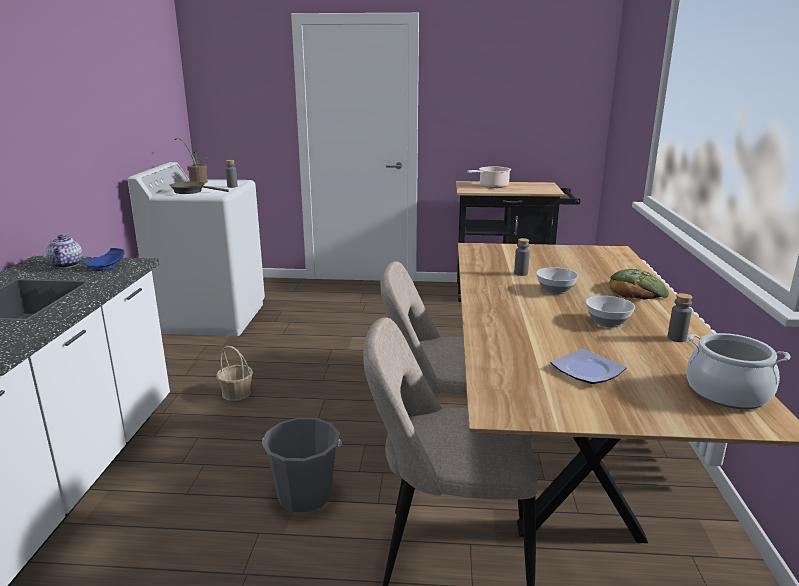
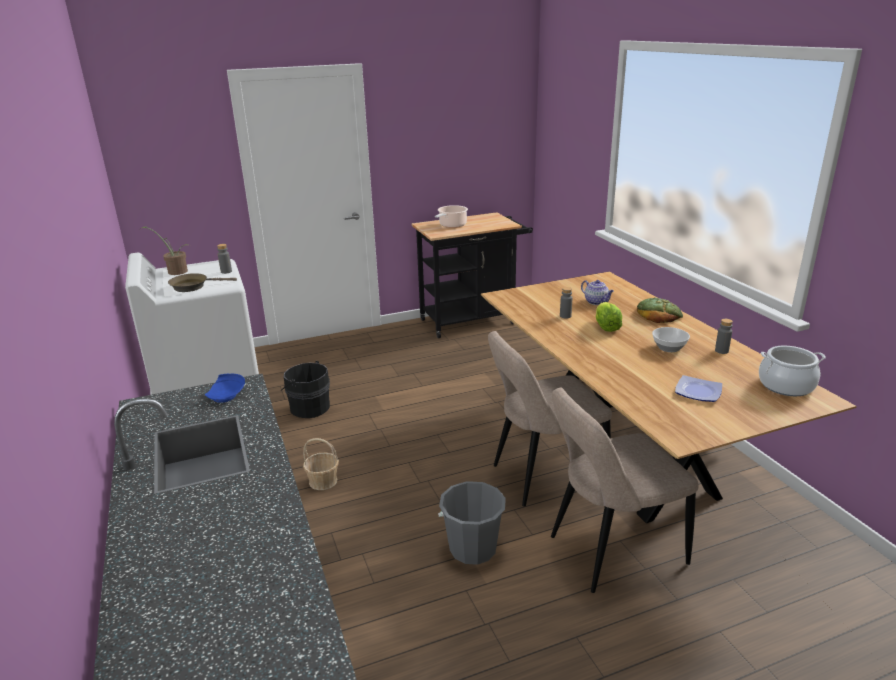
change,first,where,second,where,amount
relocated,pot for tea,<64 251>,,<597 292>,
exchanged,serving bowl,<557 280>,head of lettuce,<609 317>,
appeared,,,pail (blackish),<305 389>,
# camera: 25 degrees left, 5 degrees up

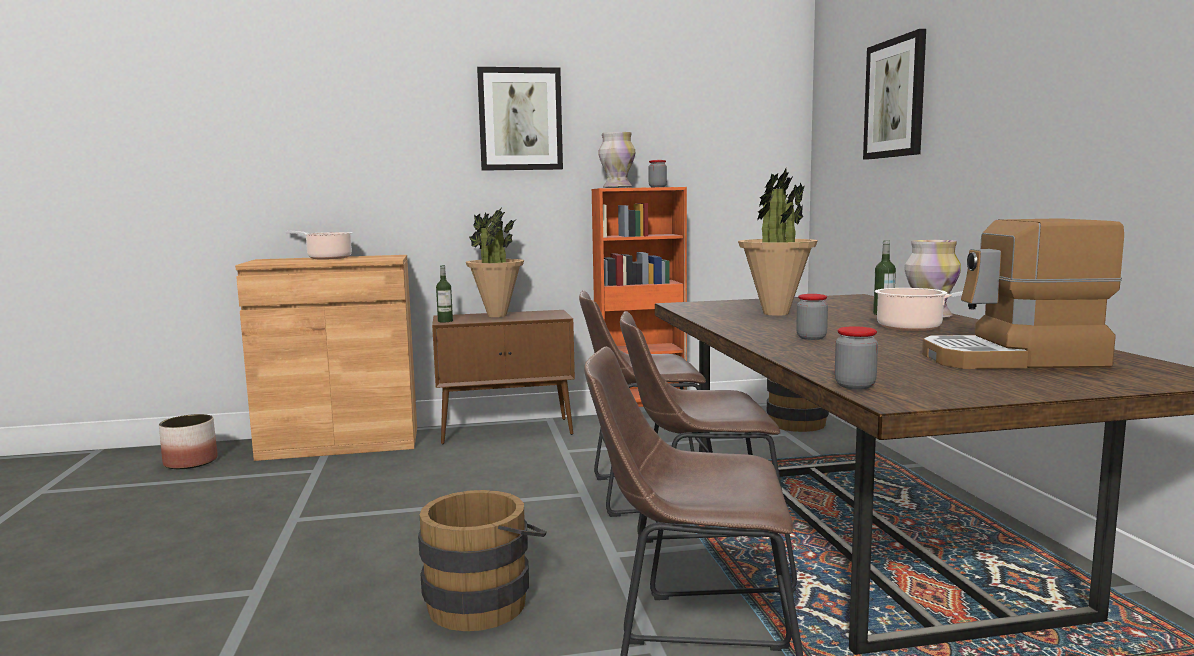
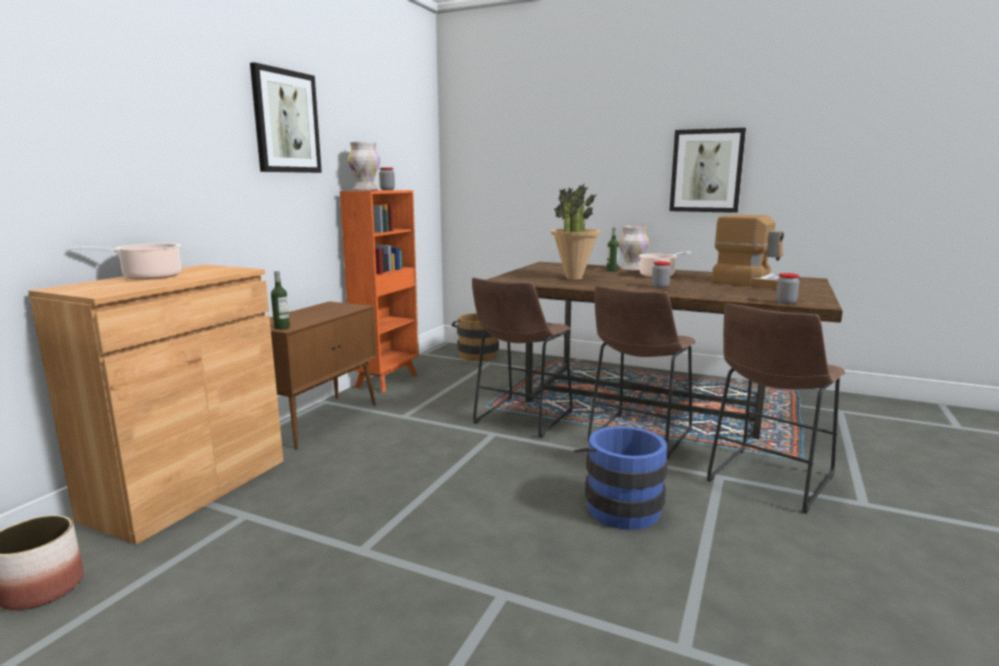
change,first,where,second,where,amount
colour,pail (brown),<482 560>,pail (blue-coloured),<621 478>,
missing,houseplant,<495 261>,,,
relocated,wall picture,<894 94>,,<707 170>,
spun,coffee brewer,<1023 293>,,<748 251>,90 degrees counterclockwise
# camera: 55 degrees left, 5 degrees up

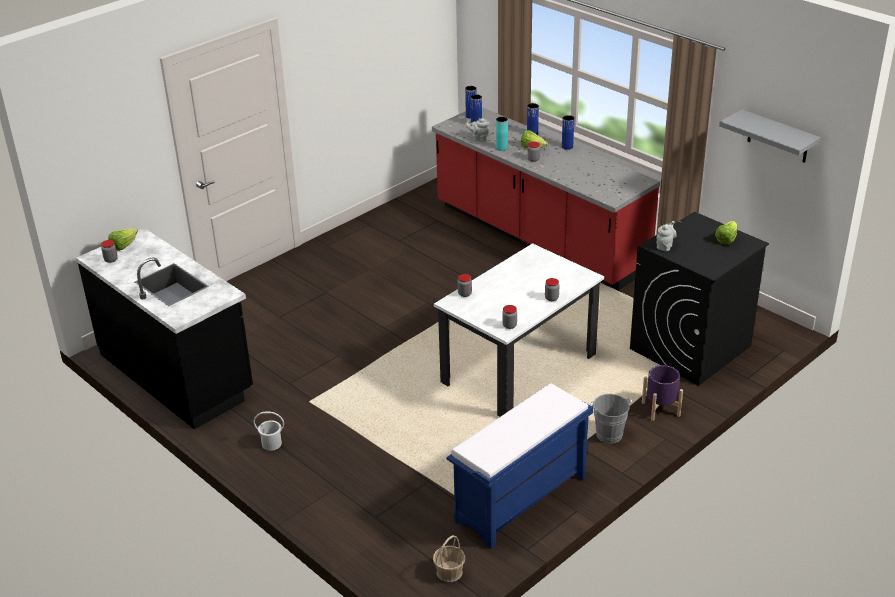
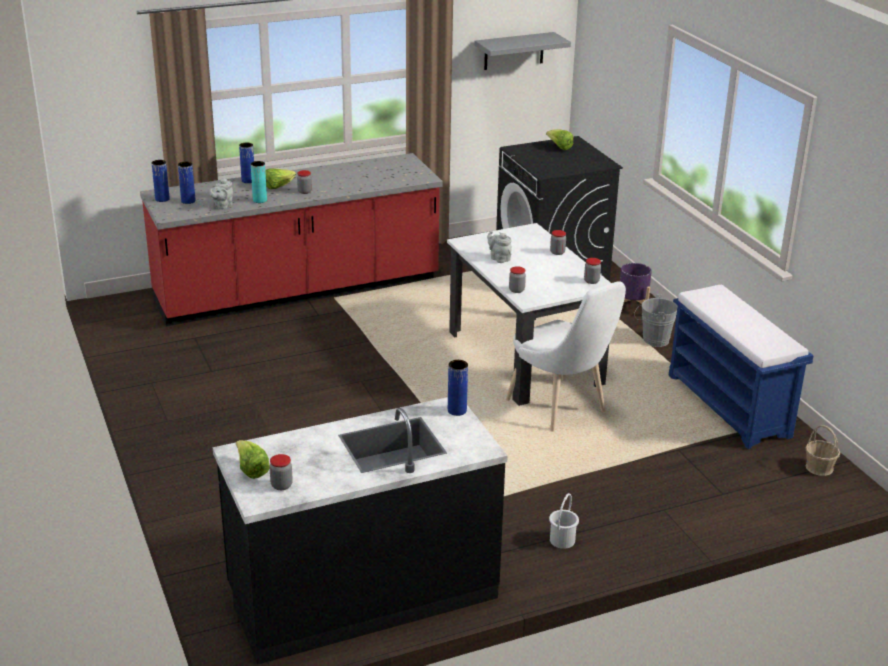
change,first,where,second,where,amount
relocated,flower vase (blue-coloured),<568 132>,,<458 388>,
relocated,pot for tea (grey),<667 236>,,<499 247>,
appeared,,,plain chair (whitish),<566 356>,
# camera: 70 degrees left, 5 degrees down

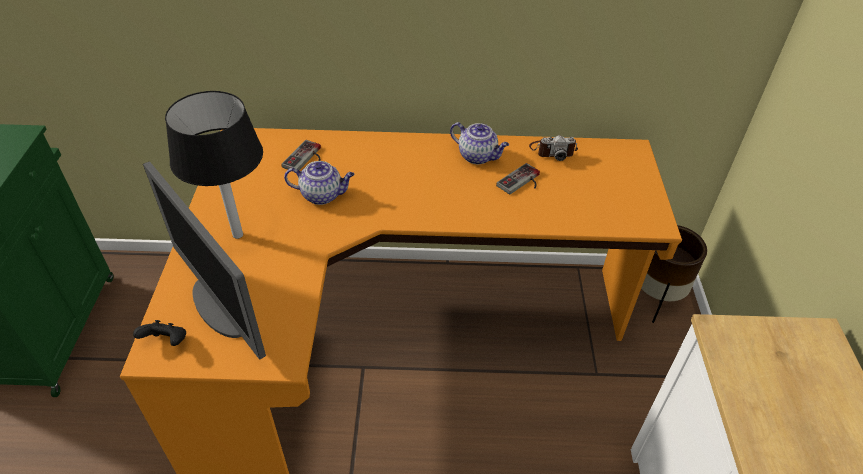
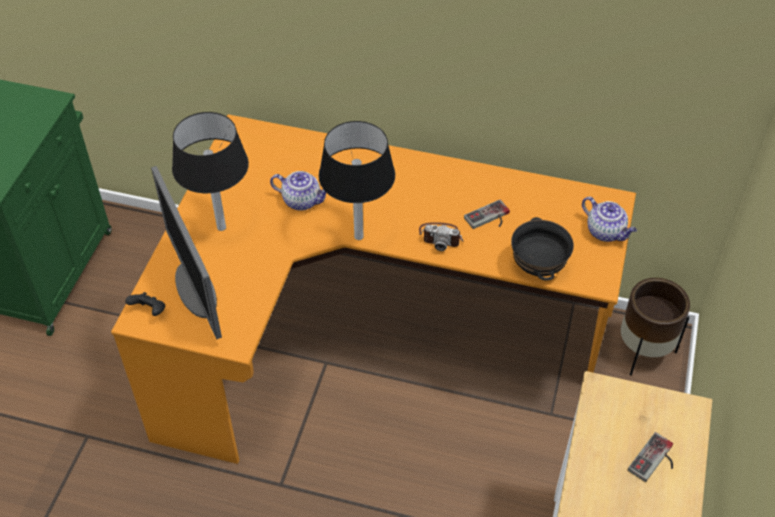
change,first,where,second,where,amount
relocated,gamepad,<301 155>,,<650 457>,
relocated,pot for tea,<479 143>,,<609 219>,
relocated,photo camera,<553 148>,,<441 236>,
appeared,,,tabletop lamp (blackish),<357 180>,
appeared,,,serving bowl (blackish),<542 249>,
# camera: 15 degrees right, 5 degrees up

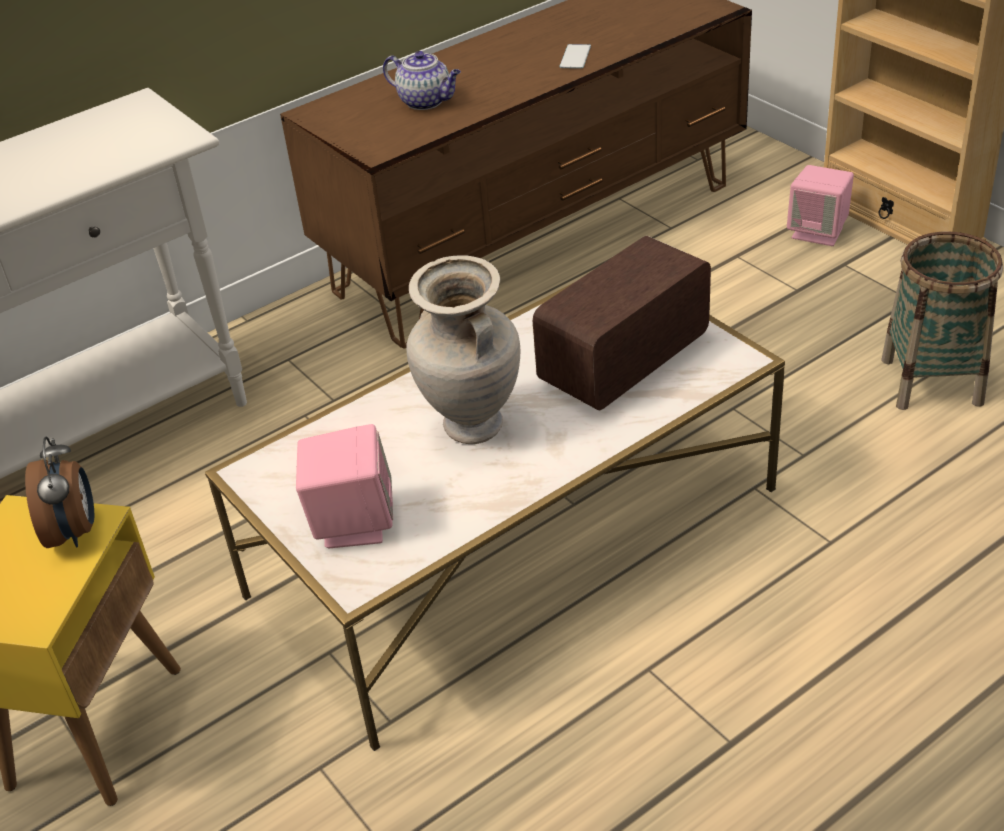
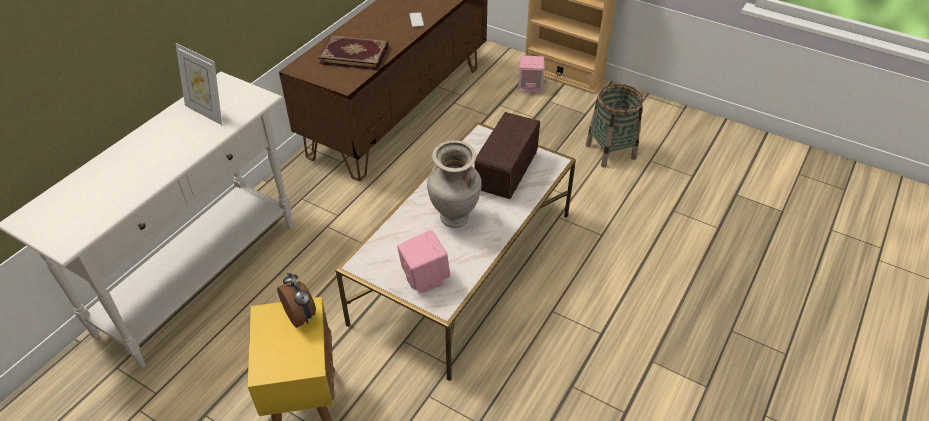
change,first,where,second,where,amount
exchanged,pot for tea,<422 80>,bound book,<353 52>,
appeared,,,picture frame,<198 84>,
# camera: 25 degrees left, 5 degrees up

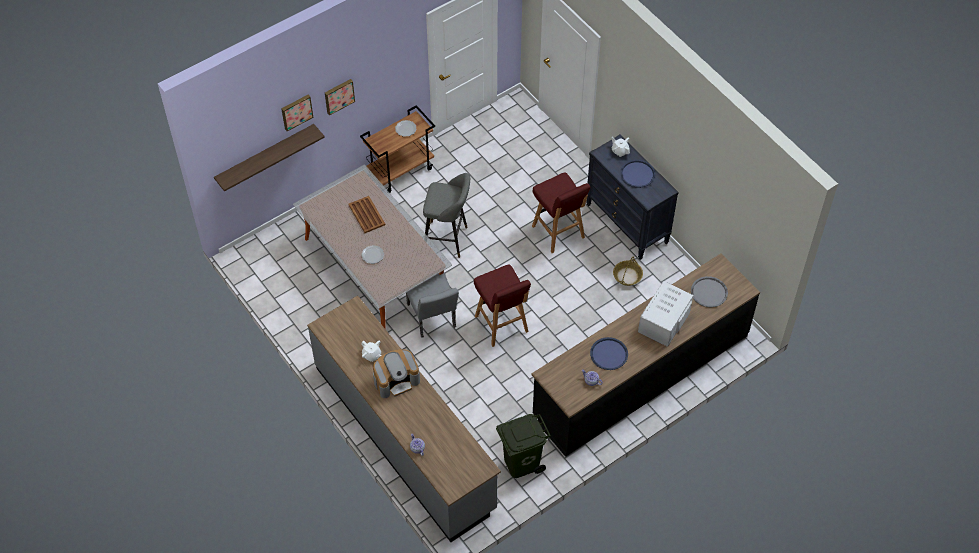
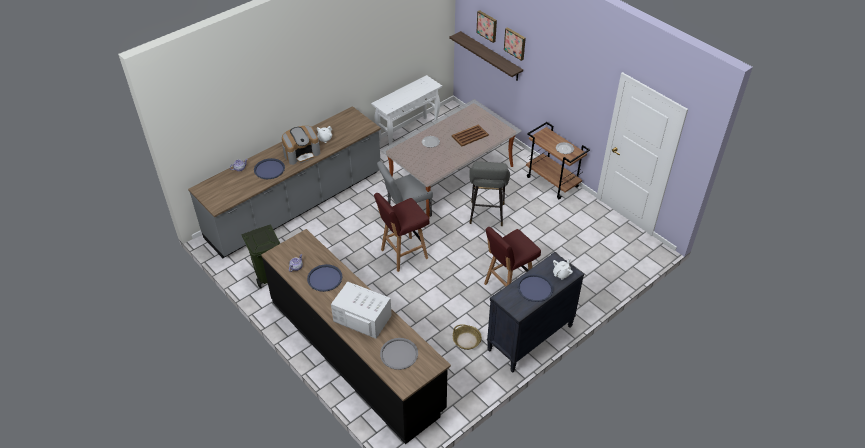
change,first,where,second,where,amount
relocated,wall picture,<340 97>,,<486 26>,
spun,coffee brewer,<396 373>,,<301 145>,90 degrees counterclockwise
appeared,,,tray (blue-coloured),<269 168>,
appeared,,,console table (whitish),<406 110>,
# camera: 85 degrees right, 10 degrees down

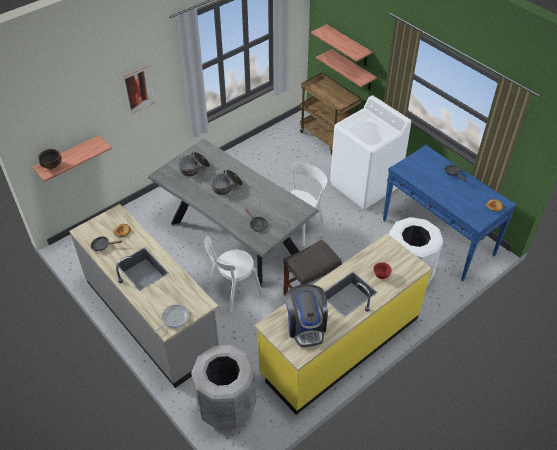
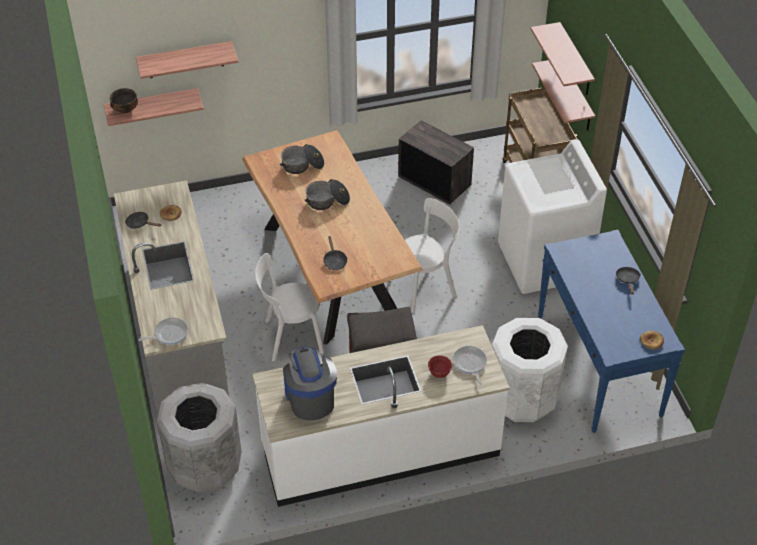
change,first,where,second,where,amount
missing,wall picture,<139 89>,,,
colour,dining table (grey),<233 212>,dining table (brown),<332 237>,
colour,counter (yellow-coloured),<343 324>,counter (whitish),<381 416>,
spun,coffee brewer,<306 315>,,<310 383>,150 degrees clockwise
appeared,,,wall shelf,<187 60>,
appeared,,,packing crate,<436 162>,
appeared,,,pan,<470 365>,
# camera: 25 degrees right, 0 degrees up

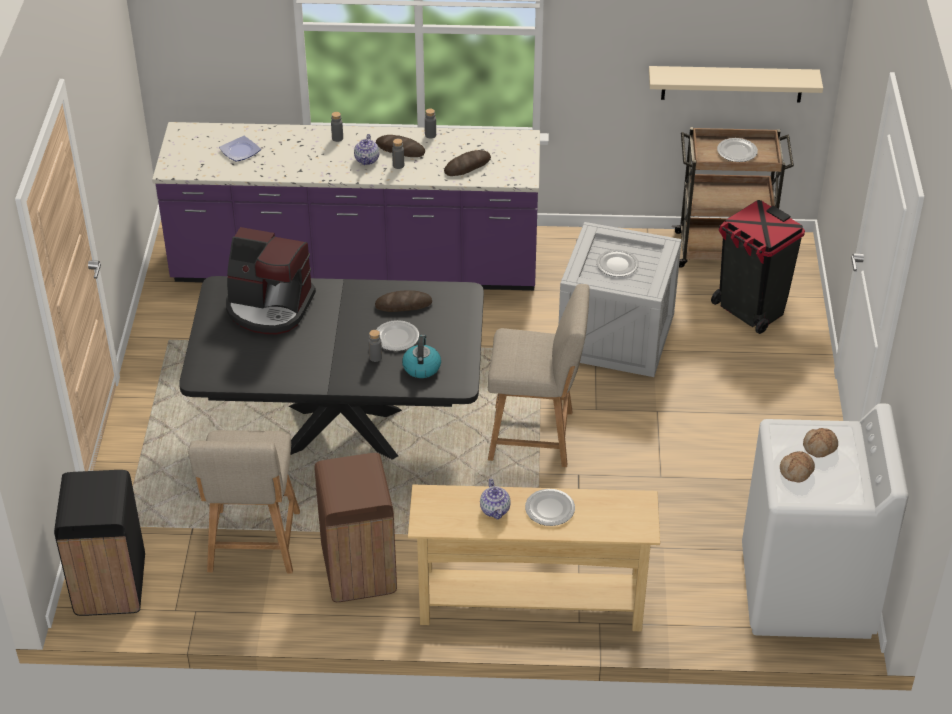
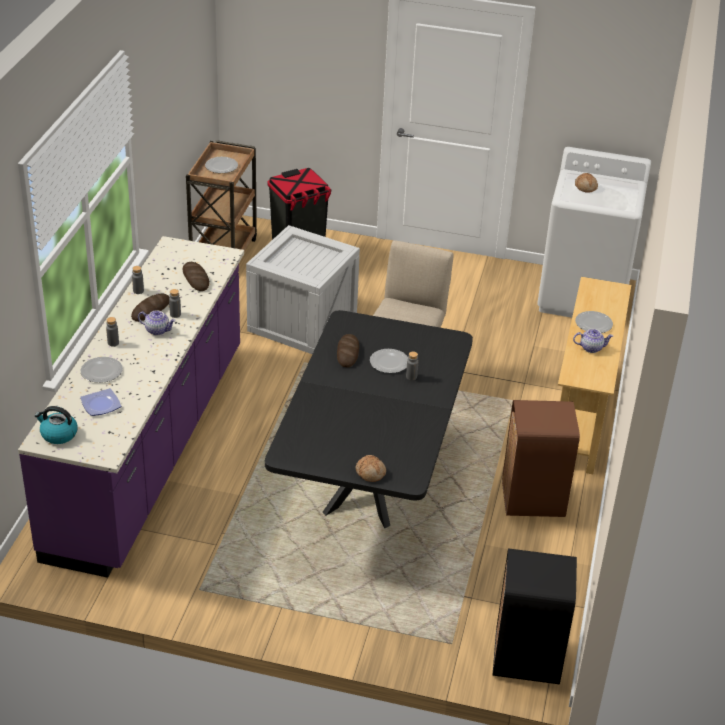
change,first,where,second,where,amount
missing,plain chair (beige-coloured),<244 502>,,,
missing,coffee brewer,<271 280>,,,
relocated,water kettle,<421 356>,,<56 425>,
relocated,flat dish,<618 263>,,<102 370>,
missing,wall shelf (beige-coloured),<736 84>,,,
relocated,baked bread,<797 467>,,<371 468>,
# camera: 80 degrees left, 5 degrees down

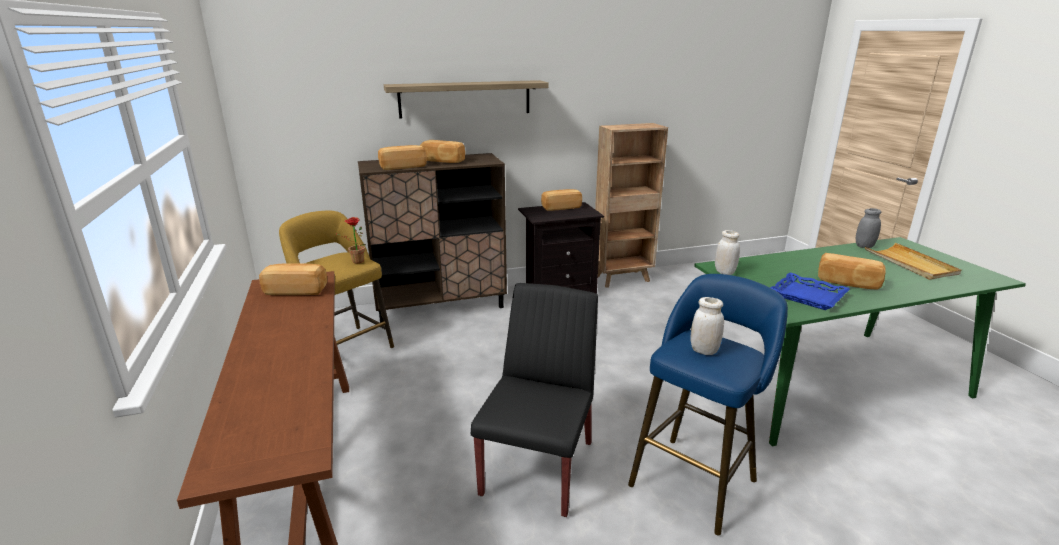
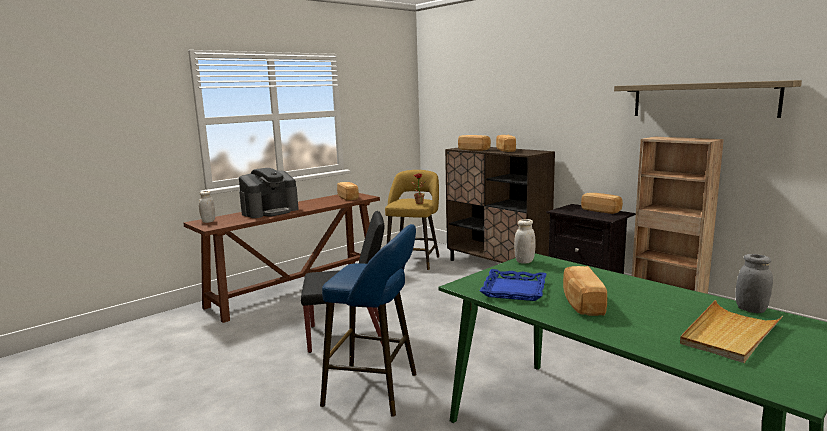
change,first,where,second,where,amount
relocated,wall shelf,<466 99>,,<708 99>,
relocated,preserve jar (whitish),<707 326>,,<207 207>,
appeared,,,coffee brewer,<268 193>,
# camera: 65 degrees right, 10 degrees down

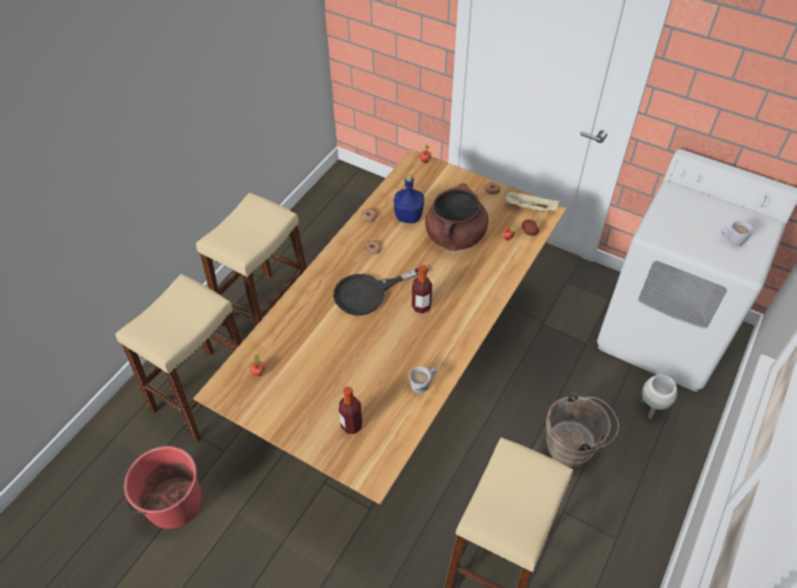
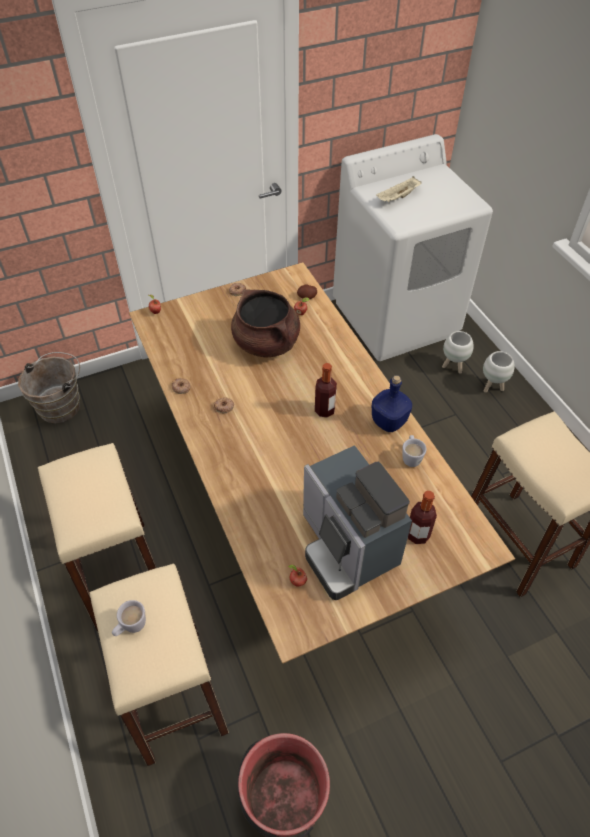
change,first,where,second,where,amount
missing,pan (blackish),<380 291>,,,
relocated,drink bottle (blue-coloured),<409 198>,,<392 403>,
relocated,tray (beige-coloured),<532 201>,,<399 189>,
relocated,pail (brown),<582 430>,,<49 387>,
relocated,tea mug (whitish),<737 233>,,<129 618>,
appeared,,,coffee brewer,<357 522>,
appeared,,,flower pot (whitish),<499 371>,
# camera: 55 degrees left, 0 degrees up

